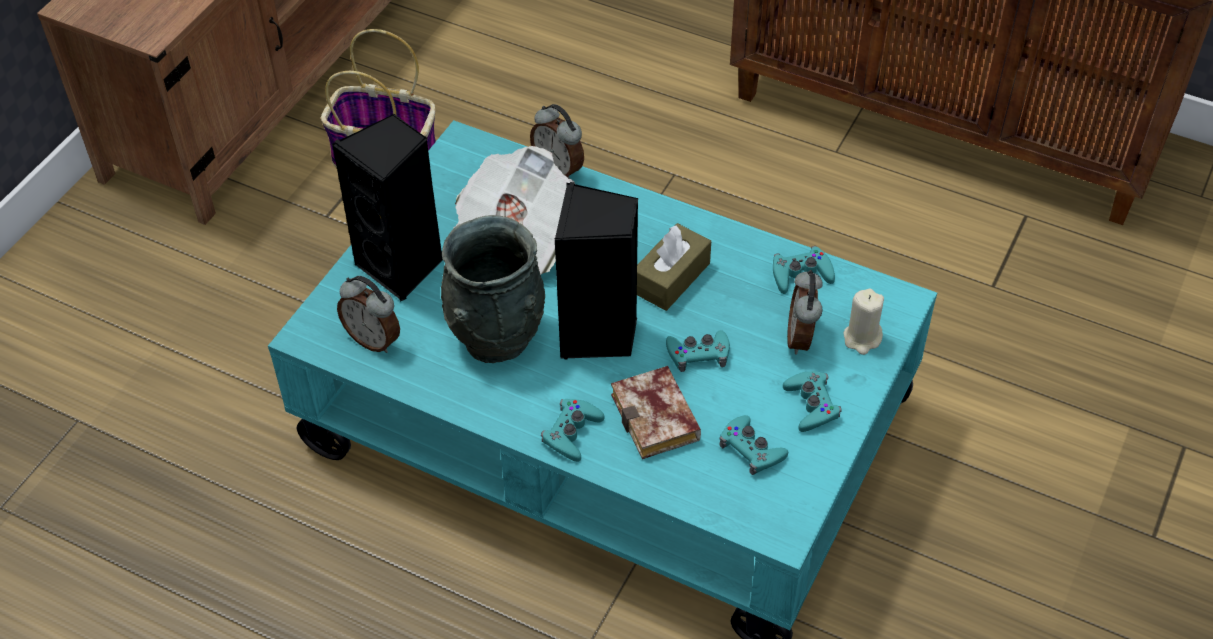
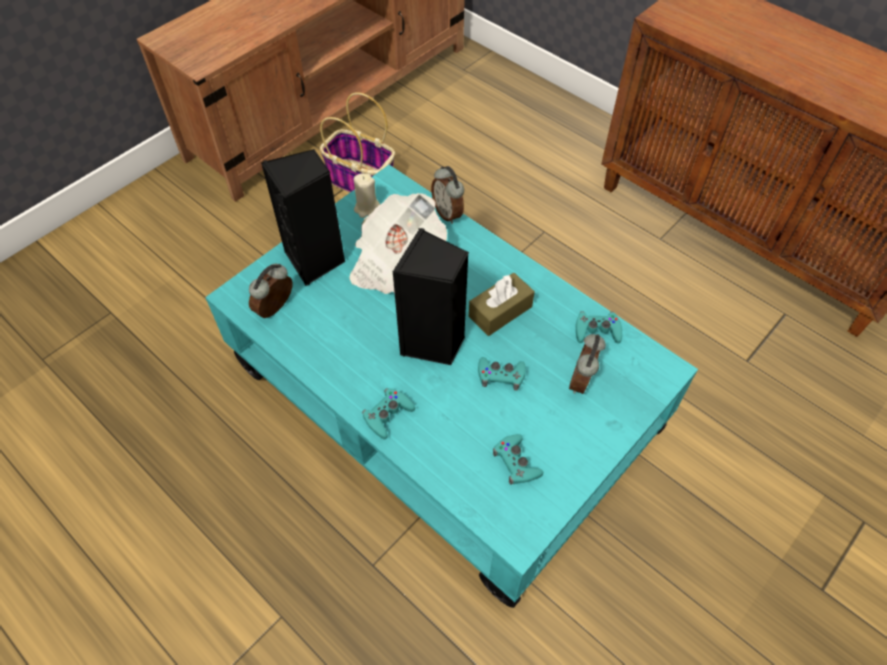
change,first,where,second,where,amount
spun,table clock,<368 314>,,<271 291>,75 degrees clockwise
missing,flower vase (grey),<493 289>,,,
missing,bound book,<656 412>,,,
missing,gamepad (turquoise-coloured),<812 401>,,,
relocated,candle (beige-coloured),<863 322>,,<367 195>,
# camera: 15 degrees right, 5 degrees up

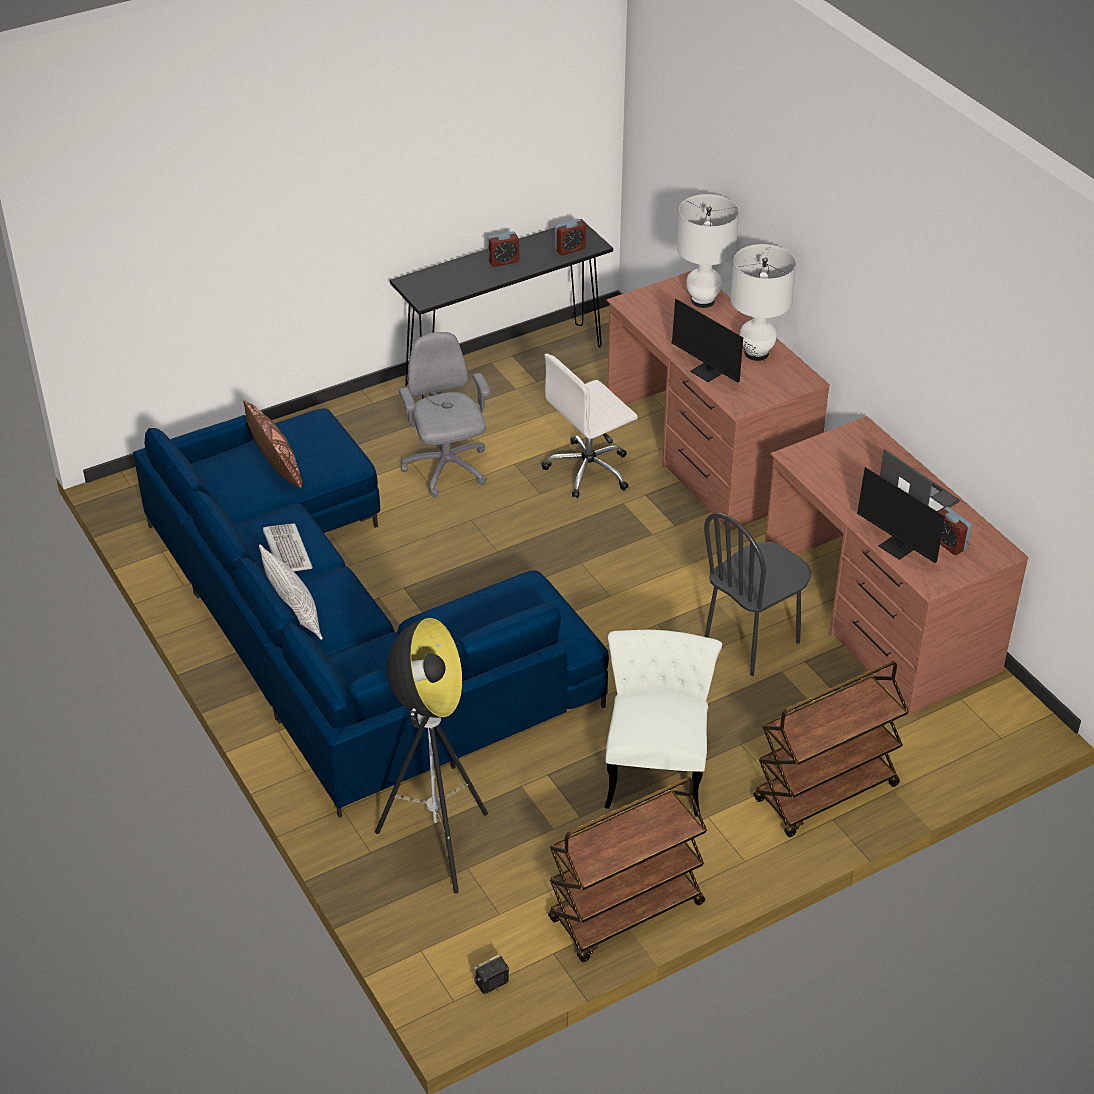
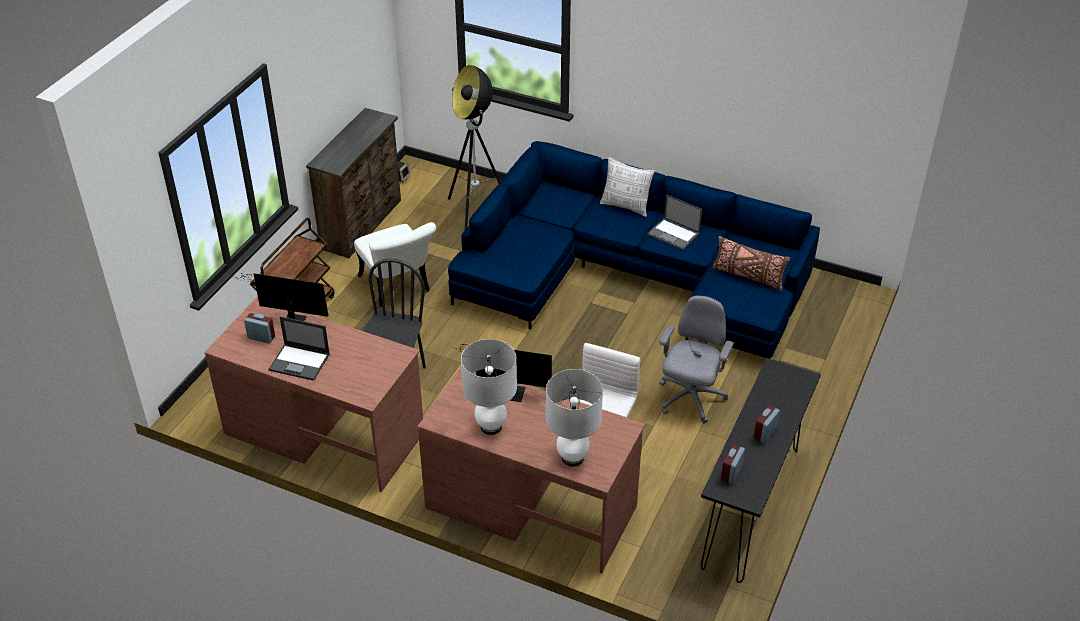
change,first,where,second,where,amount
exchanged,computer keyboard,<288 547>,portable computer,<674 222>,
spun,office chair (grey),<444 414>,,<696 360>,105 degrees counterclockwise
exchanged,wheeled cart (brown),<627 869>,drawer chest (brown),<353 183>,
# camera: 145 degrees right, 0 degrees up

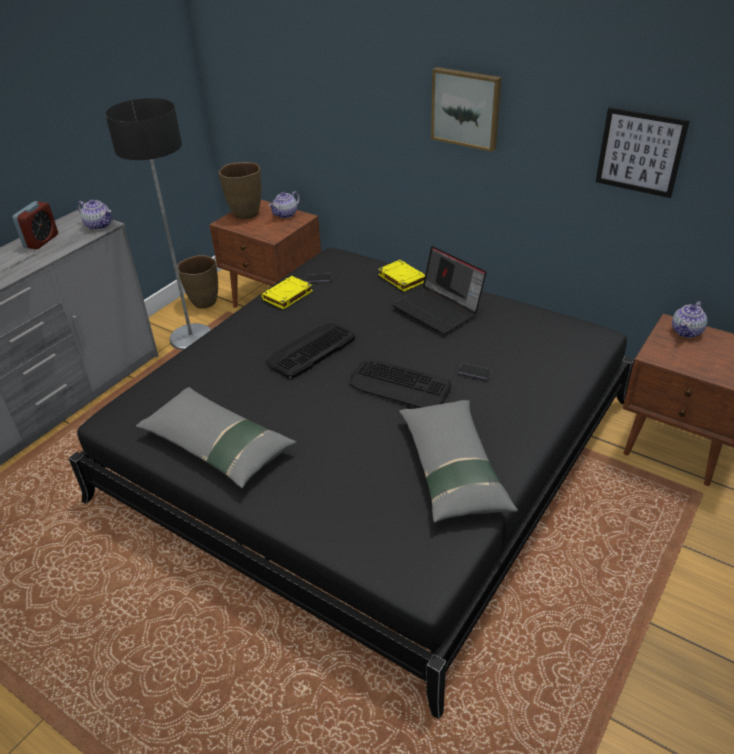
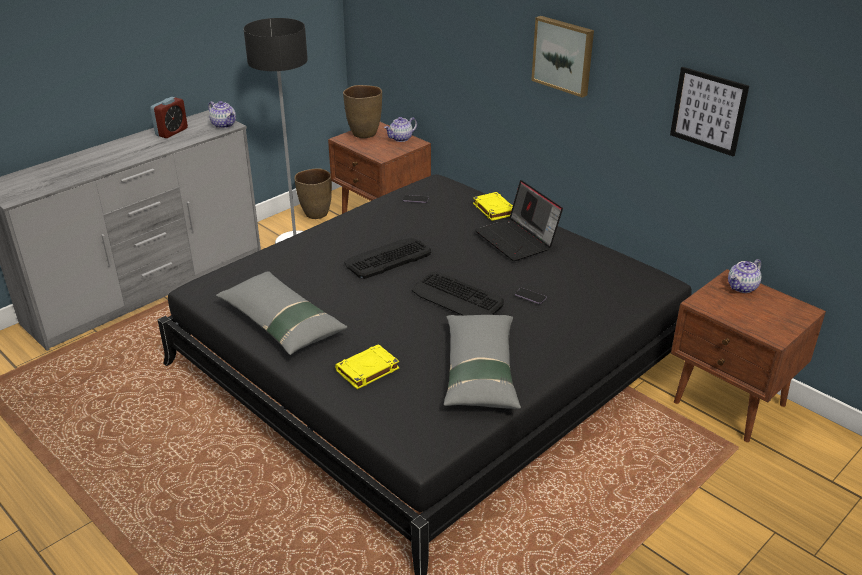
change,first,where,second,where,amount
relocated,bound book (yellow-coloured),<287 293>,,<367 366>,
# camera: 10 degrees right, 5 degrees down

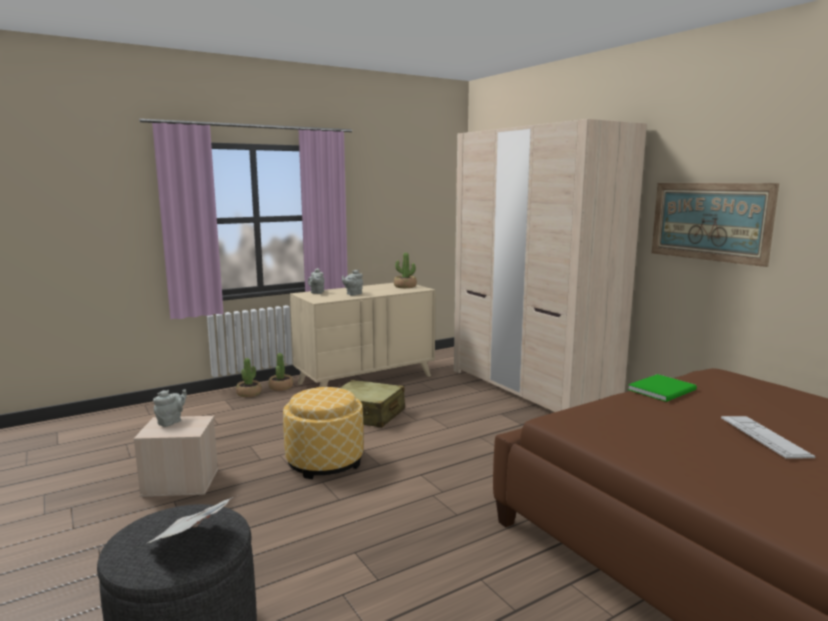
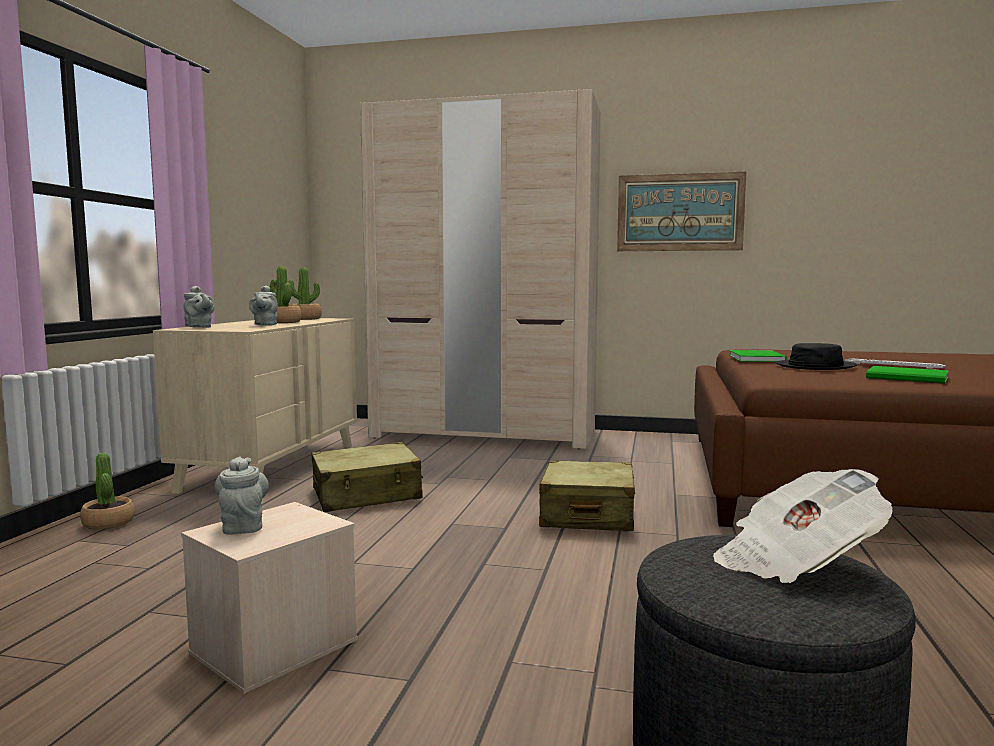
change,first,where,second,where,amount
relocated,houseplant,<281 372>,,<286 294>,
missing,ottoman,<323 433>,,,
appeared,,,travel case (beige-coloured),<587 495>,
appeared,,,clothing hat (blackish),<816 356>,
appeared,,,bound book (green),<907 375>,
# camera: 45 degrees left, 5 degrees down

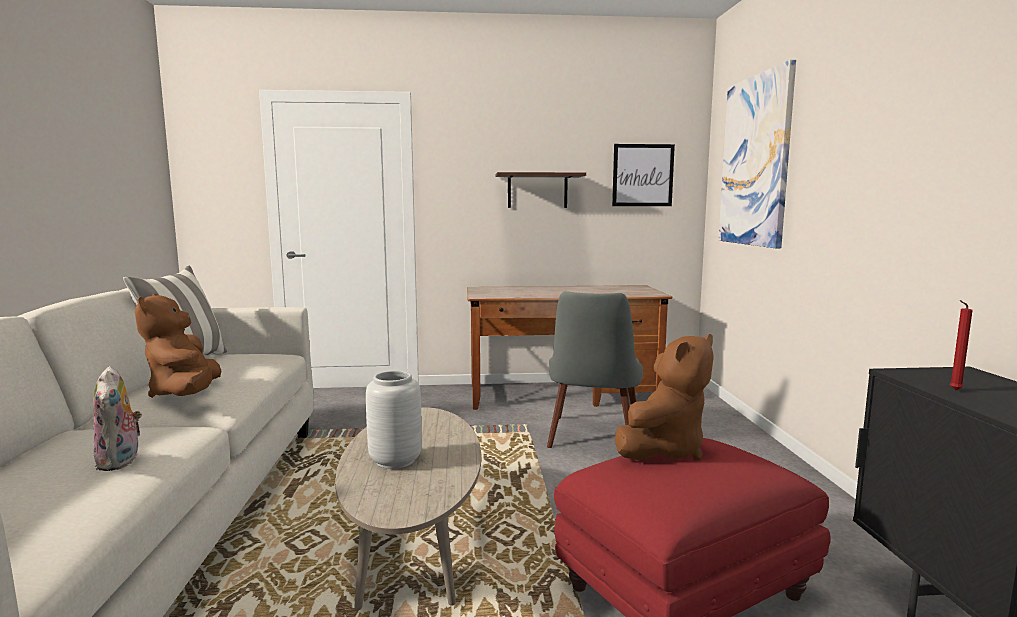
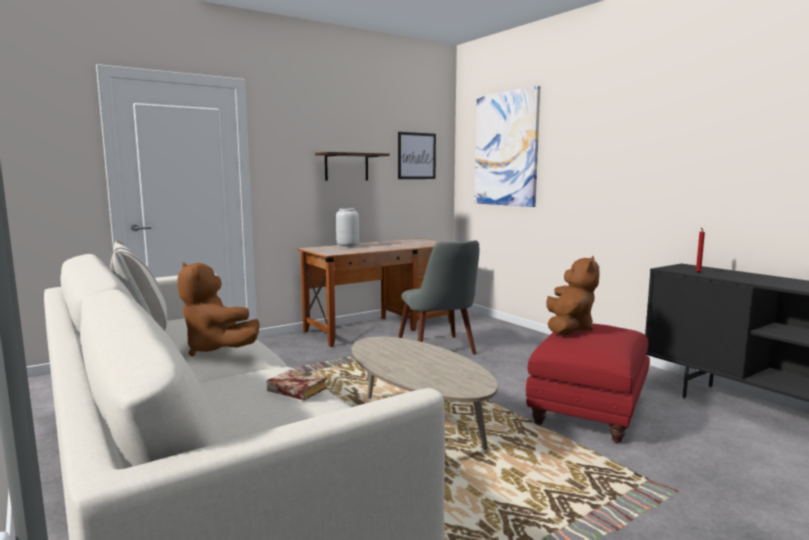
change,first,where,second,where,amount
exchanged,plush toy,<117 418>,bound book,<297 385>,
relocated,flower vase (grey),<394 420>,,<347 228>,
# camera: 30 degrees left, 0 degrees up

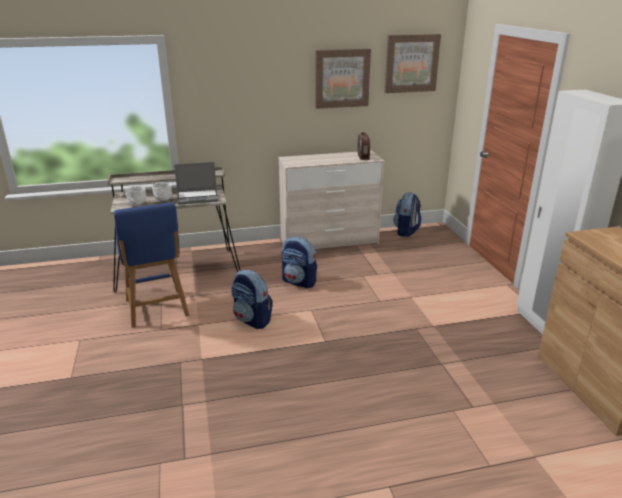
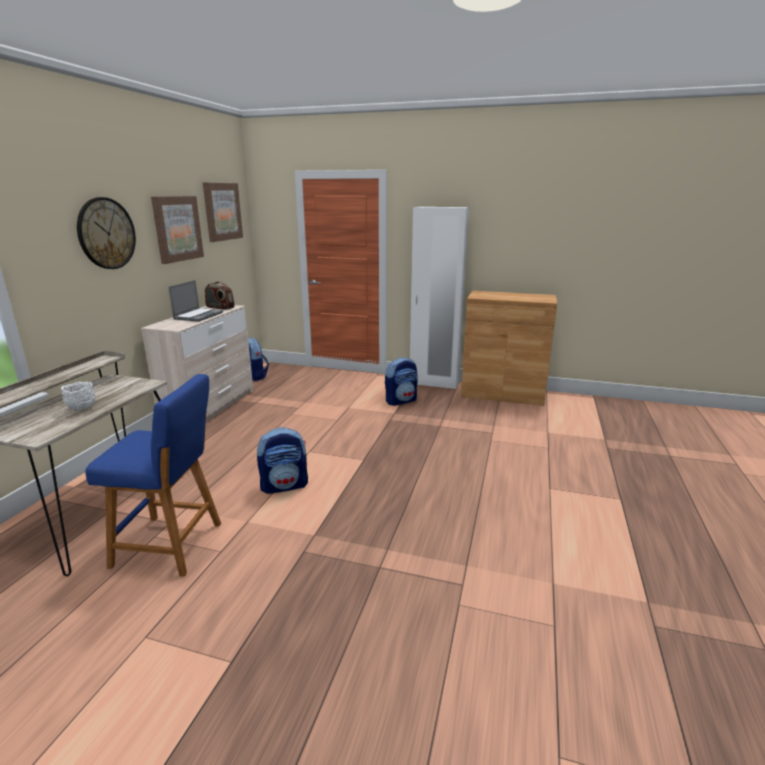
change,first,where,second,where,amount
missing,serving bowl (whitish),<135 195>,,,
relocated,portable computer,<196 183>,,<195 301>,
relocated,backpack,<299 263>,,<401 381>,
appeared,,,wall clock,<106 233>,
# camera: 60 degrees left, 5 degrees down

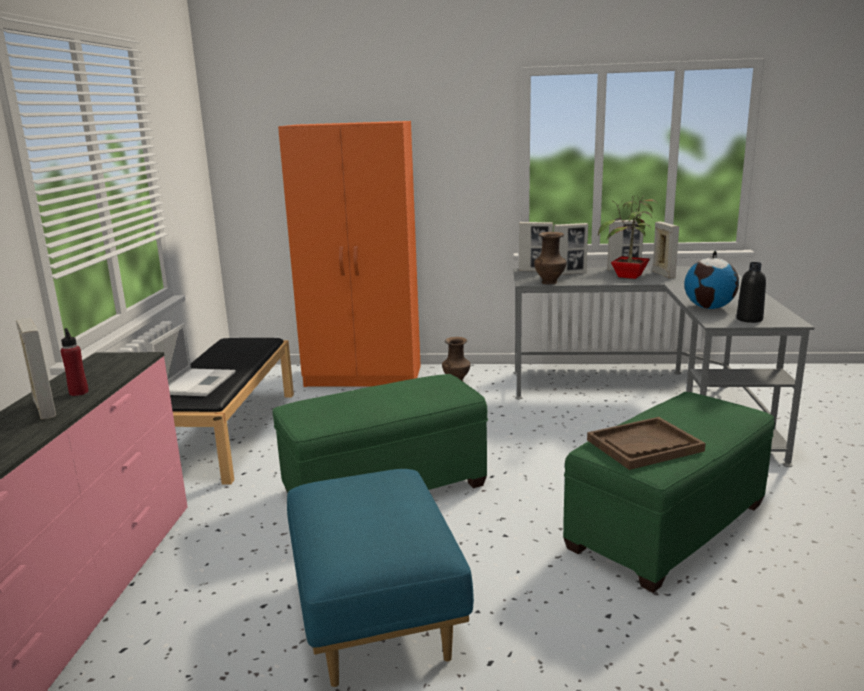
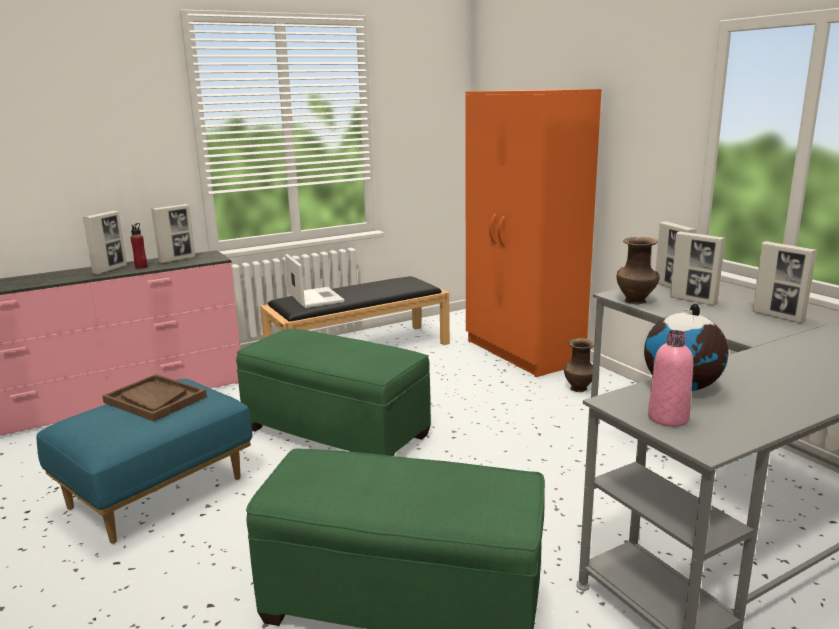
change,first,where,second,where,amount
spun,portable computer,<192 359>,,<315 281>,90 degrees counterclockwise
relocated,tray (brown),<646 443>,,<154 397>,
missing,houseplant,<628 237>,,,
relocated,picture frame,<665 249>,,<173 233>,
colour,drink bottle (blackish),<751 292>,drink bottle (pink-coloured),<670 378>,
# camera: 55 degrees right, 0 degrees up

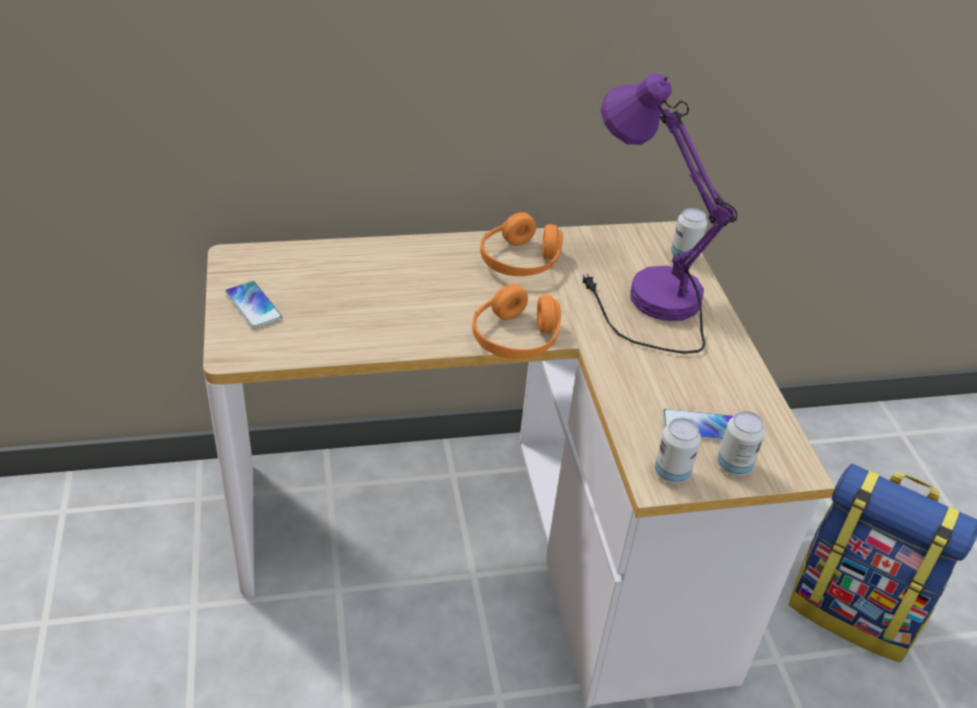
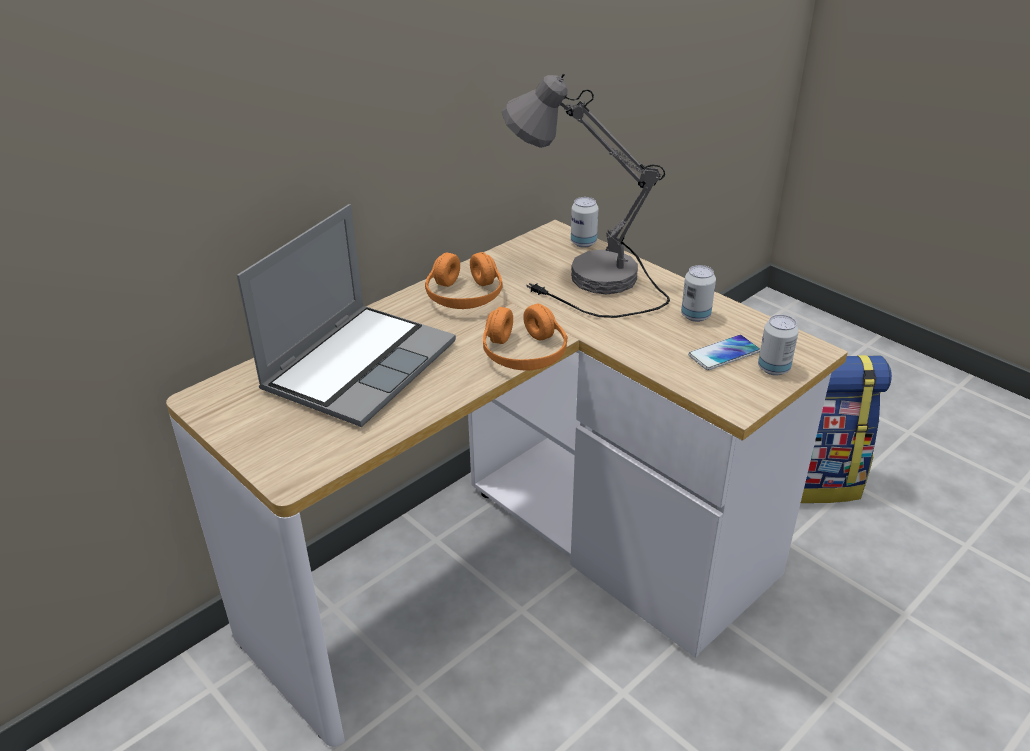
change,first,where,second,where,amount
missing,handset,<254 305>,,,
colour,tabletop lamp (purple-coloured),<660 213>,tabletop lamp (grey),<586 195>,
relocated,can,<678 451>,,<698 293>,
appeared,,,portable computer,<346 315>,
# camera: 30 degrees left, 5 degrees down

